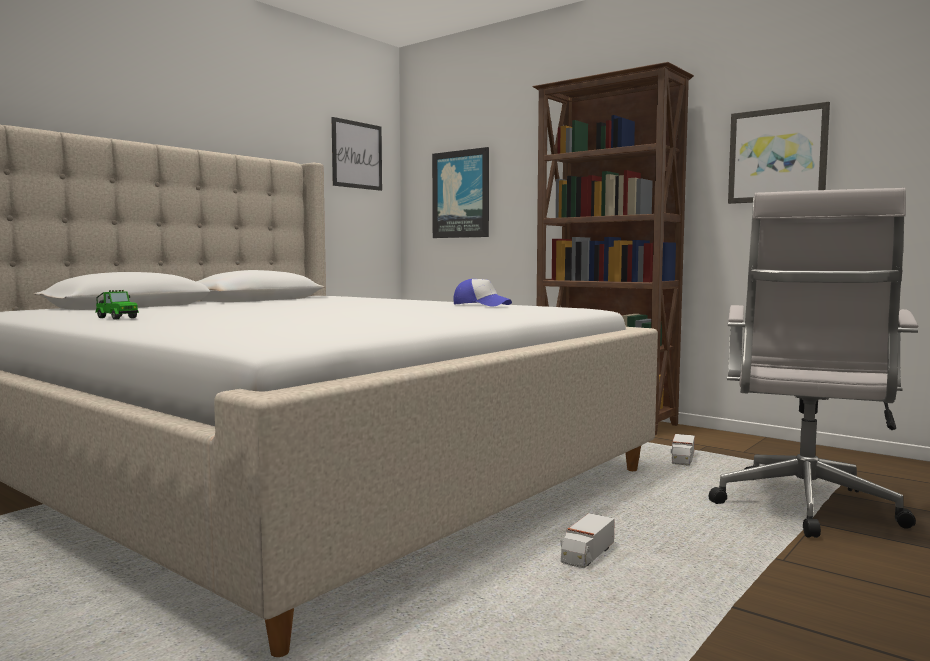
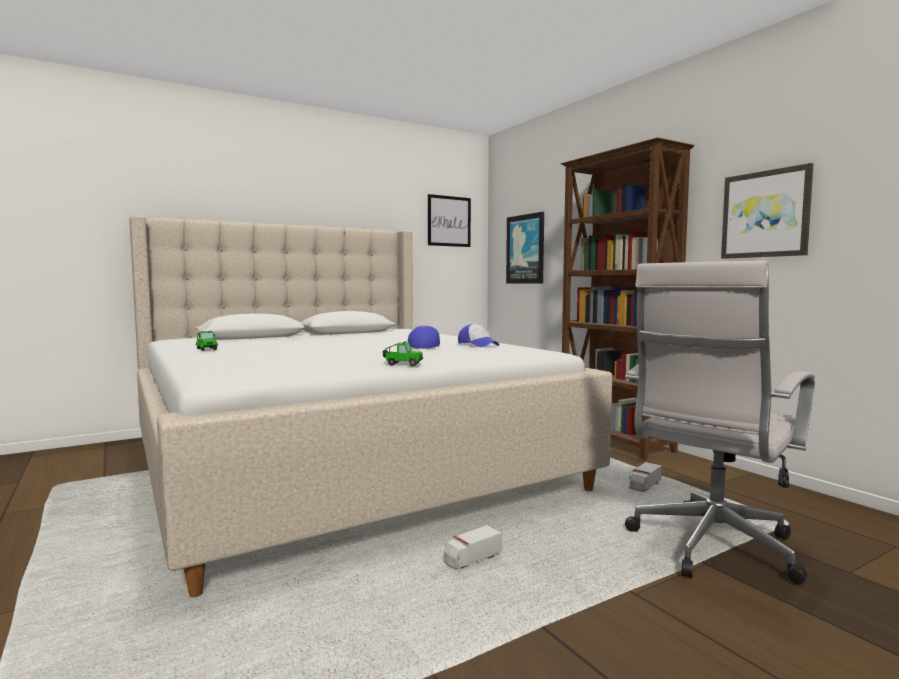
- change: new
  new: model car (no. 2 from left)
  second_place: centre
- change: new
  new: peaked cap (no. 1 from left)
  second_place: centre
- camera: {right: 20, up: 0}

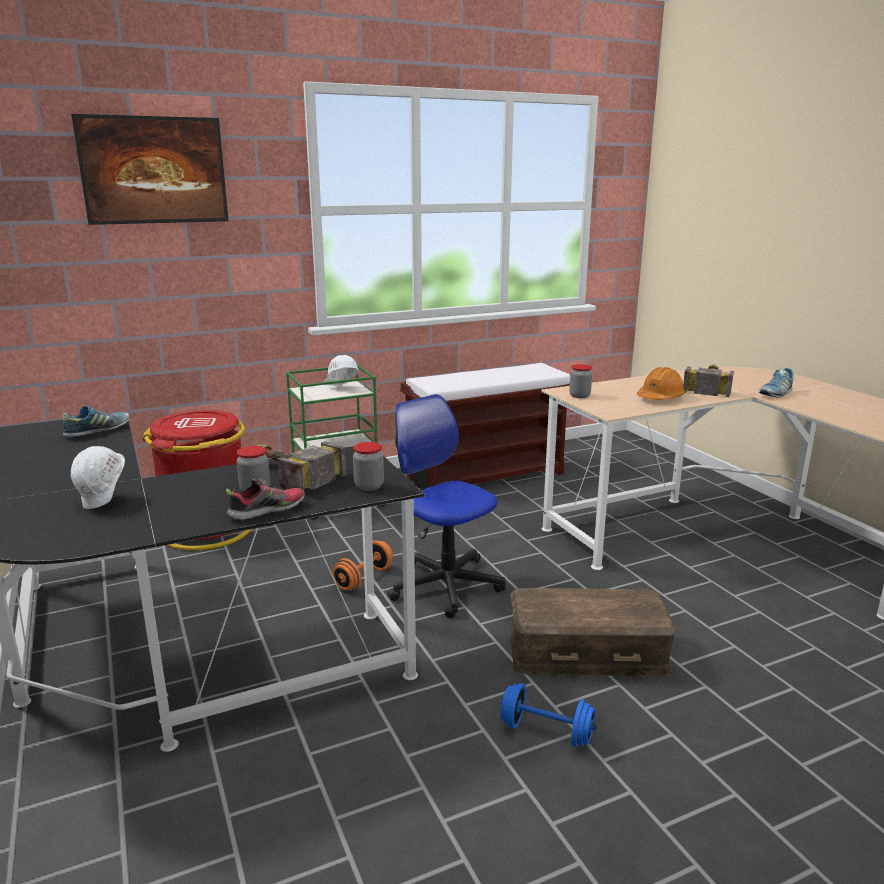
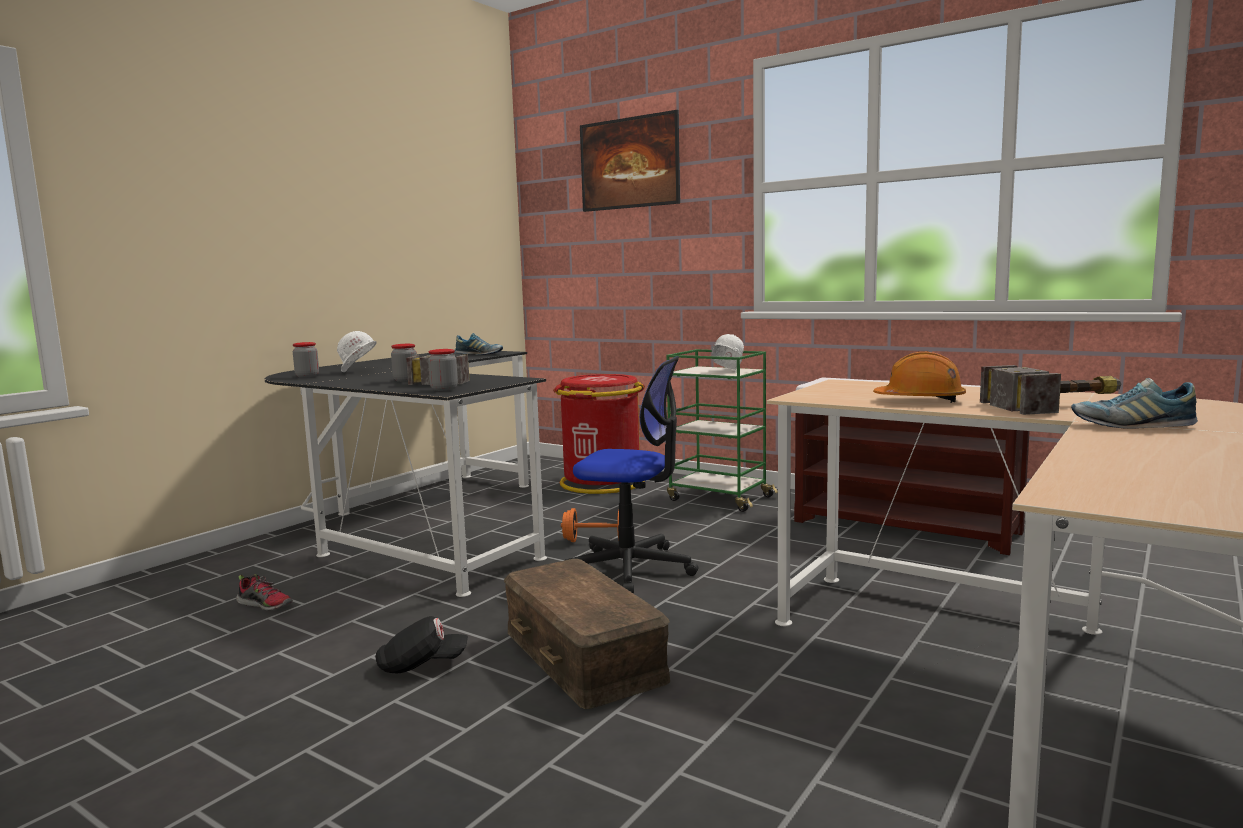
- change: shifted
  old: item of footwear (no. 2 from left in the first image)
  new: item of footwear (no. 1 from left)
  first_place: middle left
  second_place: bottom left
- change: shifted
  old: jar (no. 3 from left in the first image)
  new: jar (no. 1 from left)
  first_place: centre
  second_place: middle left
- change: swapped
  old: blue-coloured hand weight
  new: blackish peaked cap
  first_place: bottom centre
  second_place: bottom centre
- change: rotated
  old: computer chair
  first_place: centre
  second_place: centre
  degrees: 90
- camera: {right: 60, up: -10}

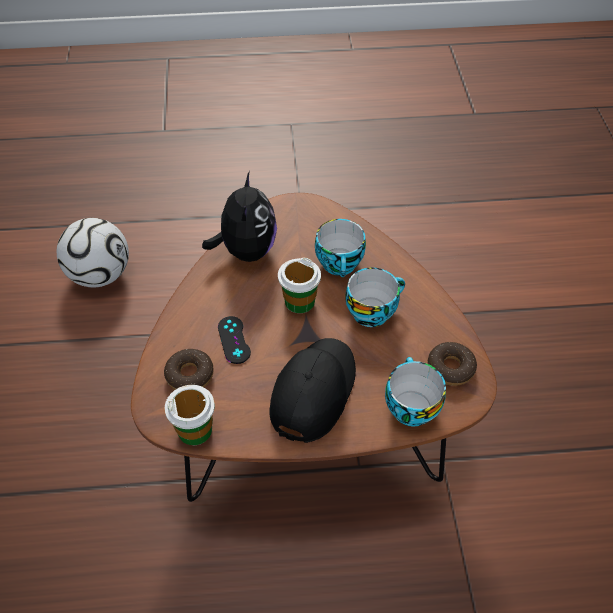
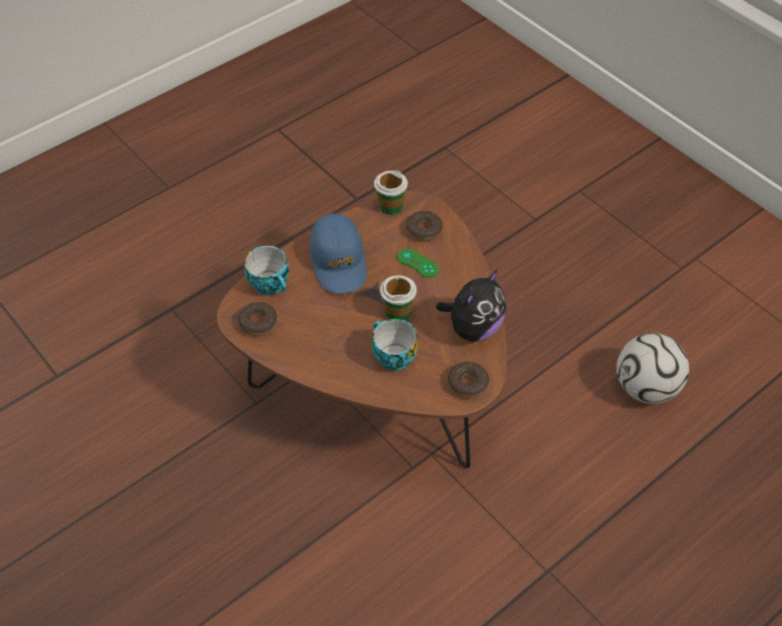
- change: repainted
  old: blackish peaked cap
  new: blue-coloured peaked cap
  first_place: centre
  second_place: centre
- change: repainted
  old: blackish gamepad
  new: green gamepad
  first_place: centre
  second_place: centre
- change: rotated
  old: soft toy
  first_place: centre
  second_place: centre
  degrees: -105
- change: new
  new: ring doughnut (no. 3 from left)
  second_place: centre
- change: gone
  old: small cup (no. 4 from left)
  first_place: centre
- camera: {right: 145, up: 0}

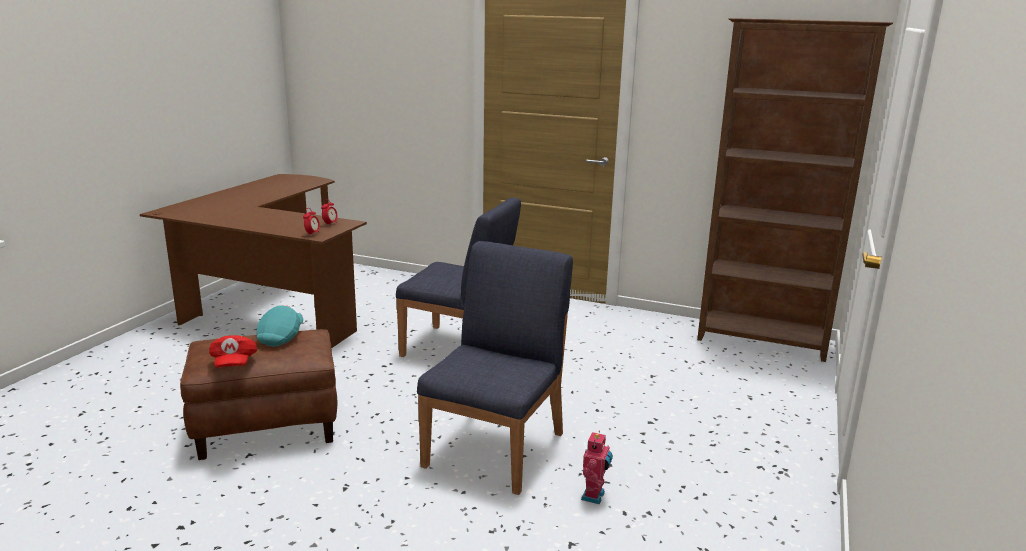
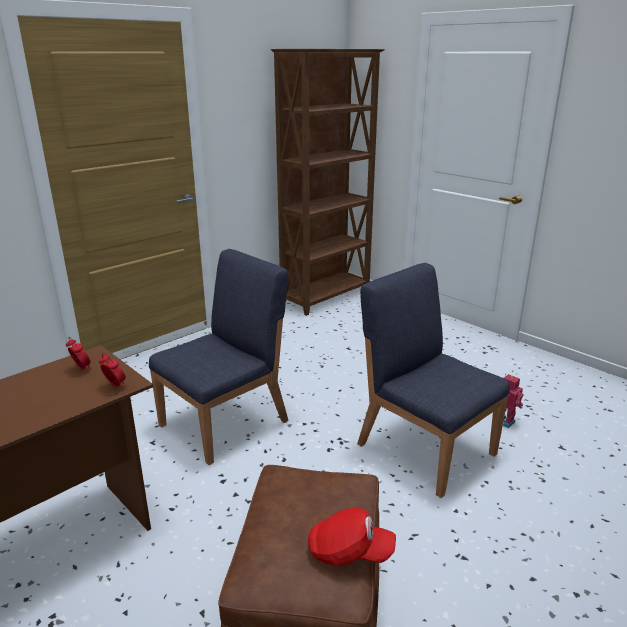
- change: gone
  old: blue-green peaked cap
  first_place: middle left
- camera: {right: -65, up: 5}

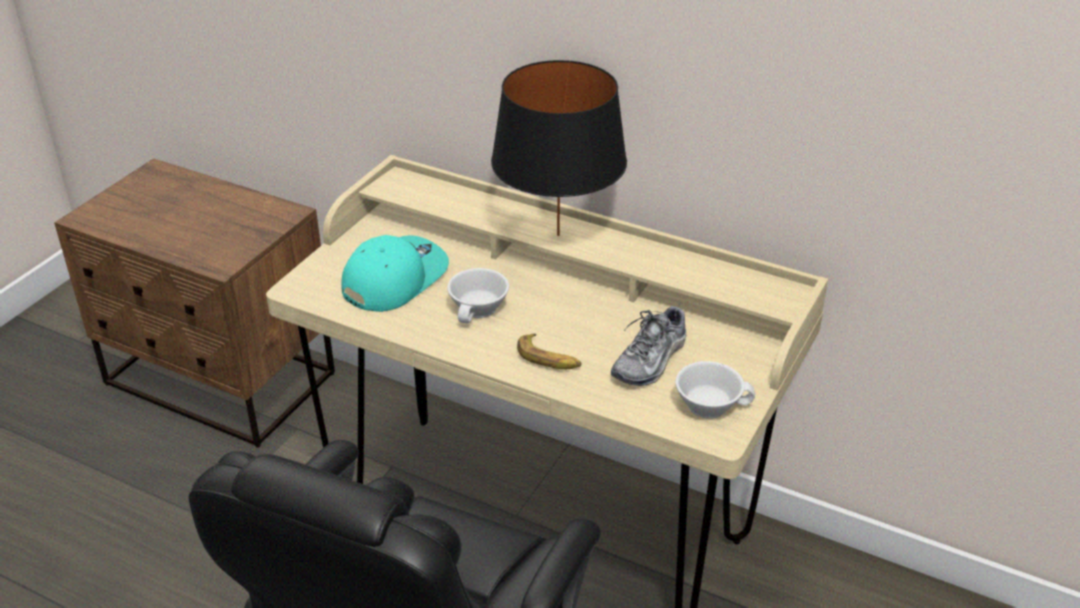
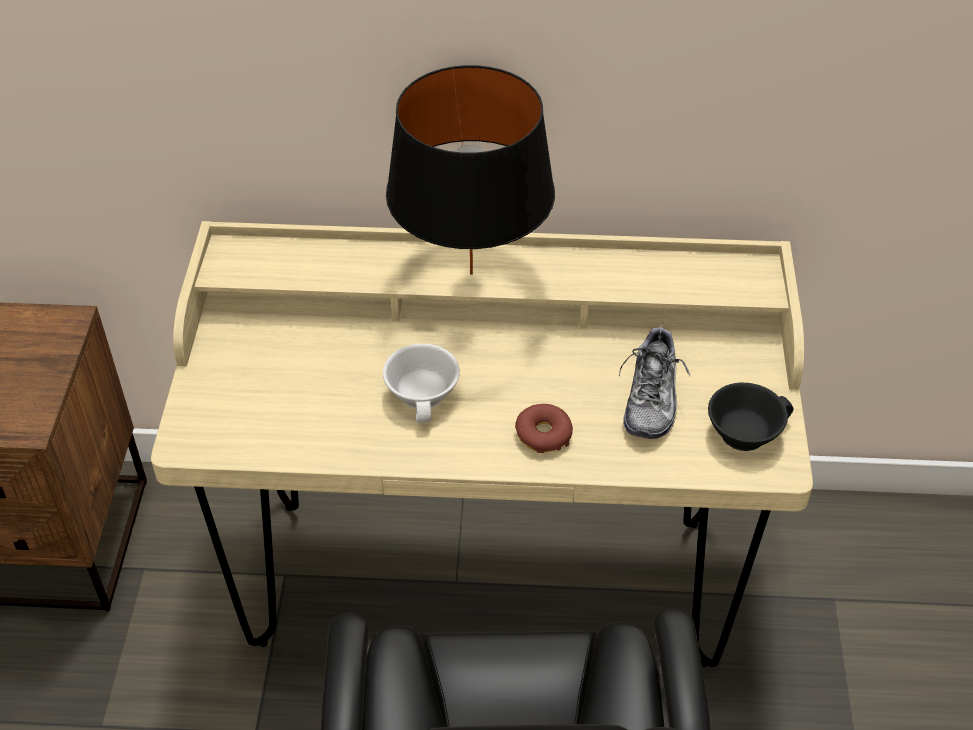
- change: swapped
  old: whole banana
  new: ring doughnut
  first_place: centre
  second_place: centre
- change: repainted
  old: white small cup (no. 2 from left)
  new: blackish small cup
  first_place: centre
  second_place: middle right
- change: gone
  old: blue-green peaked cap
  first_place: centre
- camera: {right: -25, up: 10}

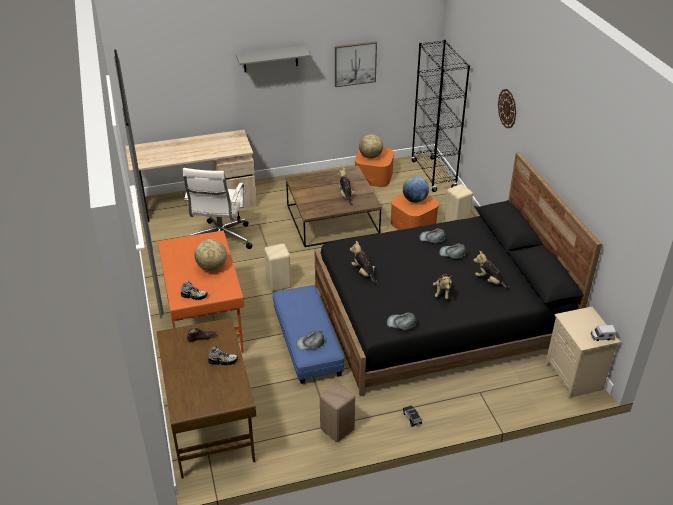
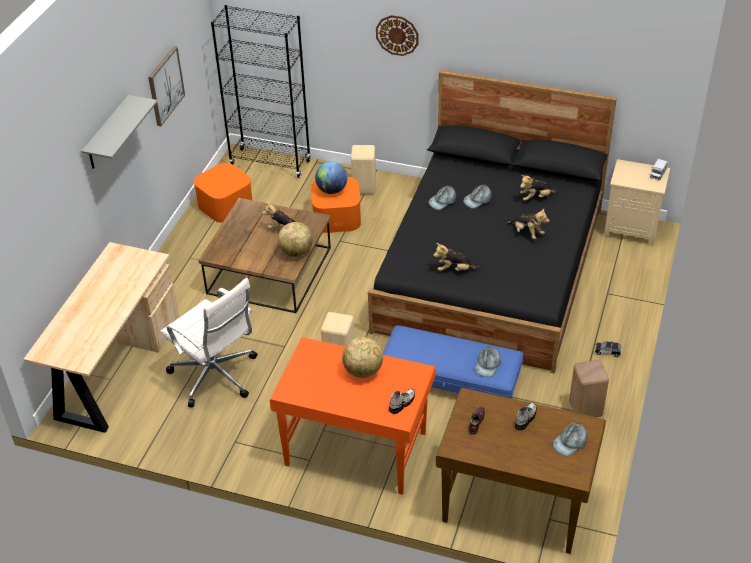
- change: shifted
  old: desk globe (no. 2 from left in the first image)
  new: desk globe (no. 1 from left)
  first_place: top centre
  second_place: centre
- change: shifted
  old: gray peaked cap (no. 2 from left in the first image)
  new: gray peaked cap (no. 4 from left)
  first_place: centre
  second_place: bottom right
- camera: {right: -55, up: 5}

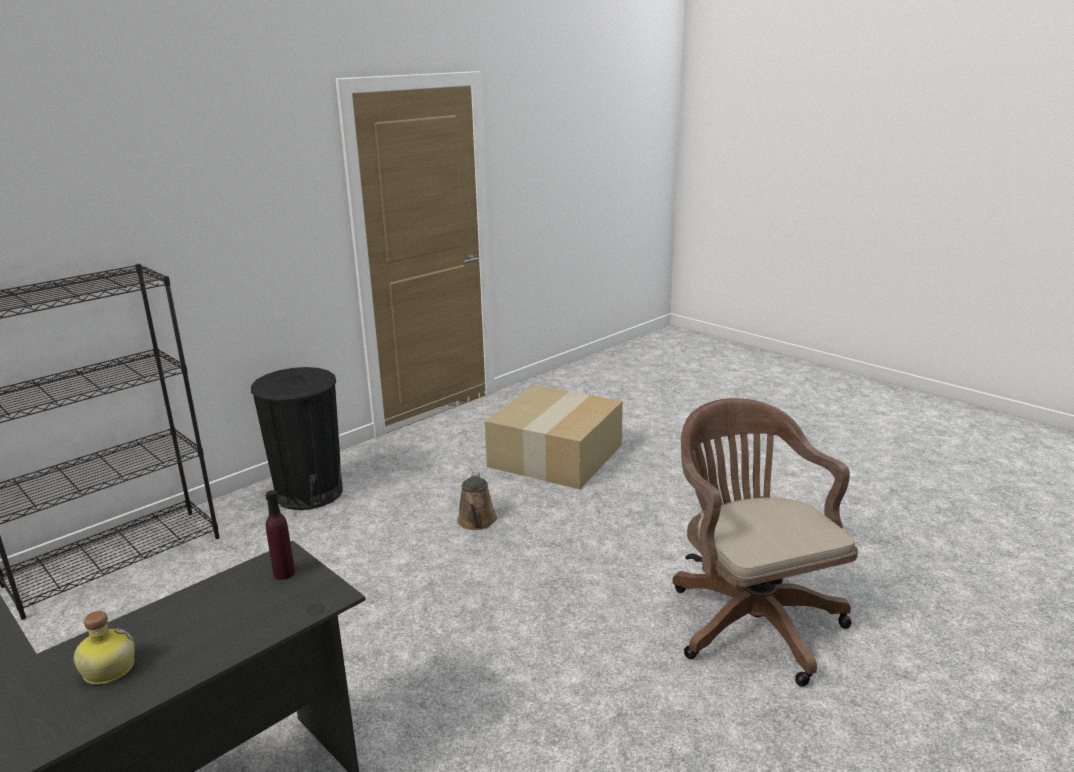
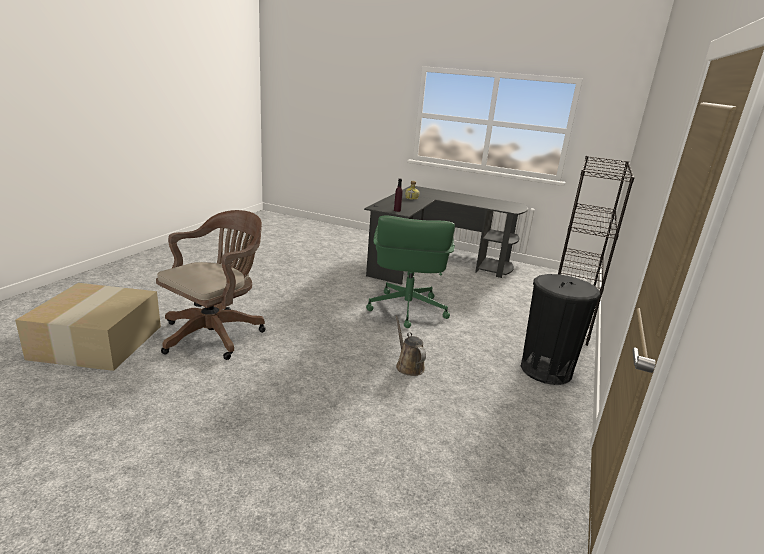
- change: shifted
  old: packing box
  first_place: centre
  second_place: middle left
- change: rotated
  old: brown computer chair
  first_place: bottom right
  second_place: middle left
  degrees: -105
- change: new
  new: green computer chair
  second_place: centre
- camera: {right: 155, up: 0}

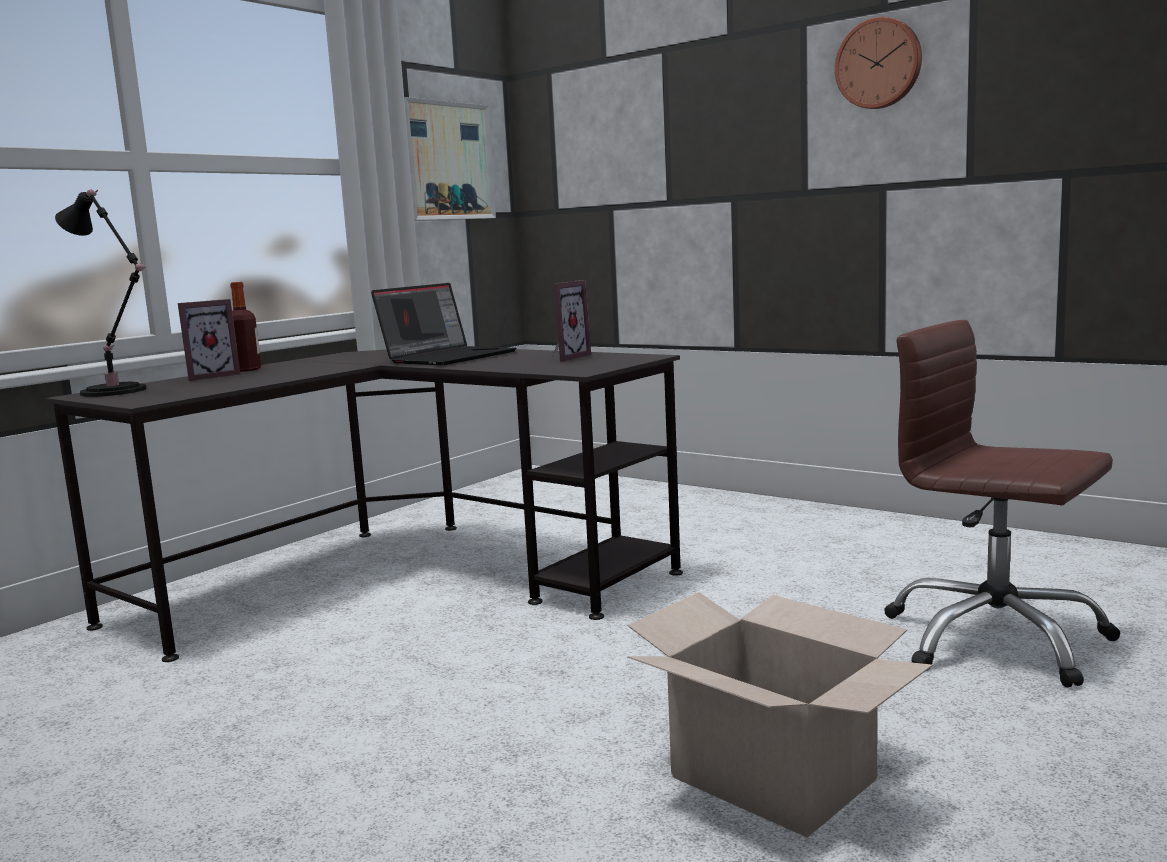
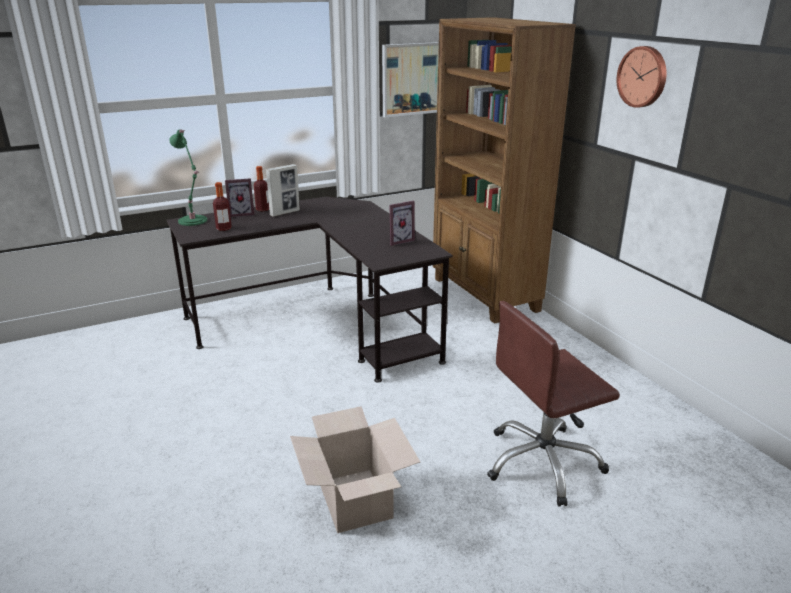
- change: repainted
  old: blackish table lamp
  new: green table lamp
  first_place: middle left
  second_place: top left
- change: new
  new: drink bottle (no. 1 from left)
  second_place: middle left
- change: new
  new: standing frame (no. 2 from left)
  second_place: top centre
- change: new
  new: brown shelving unit
  second_place: top centre
- change: rotated
  old: brown computer chair
  first_place: middle right
  second_place: bottom right
  degrees: -90
- change: gone
  old: laptop
  first_place: centre
- camera: {right: 25, up: 15}

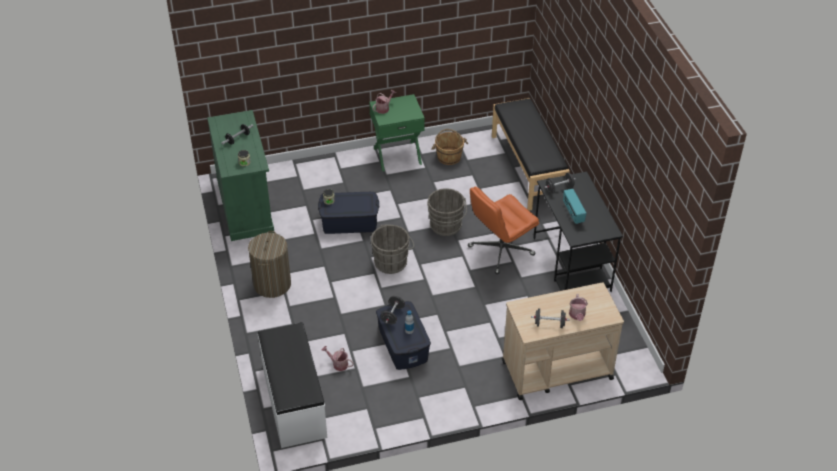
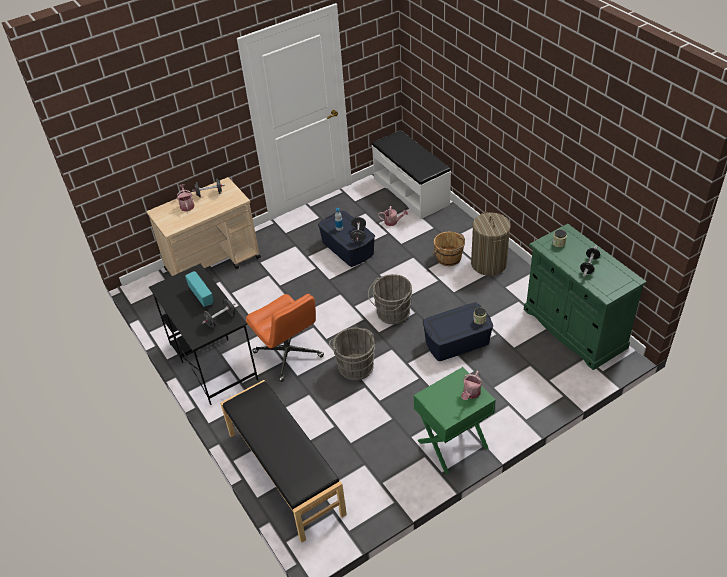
- change: rotated
  old: orange-coloured computer chair
  first_place: centre
  second_place: centre
  degrees: 105
- change: shifted
  old: brown water bucket
  first_place: top centre
  second_place: centre
- camera: {right: 165, up: 0}

